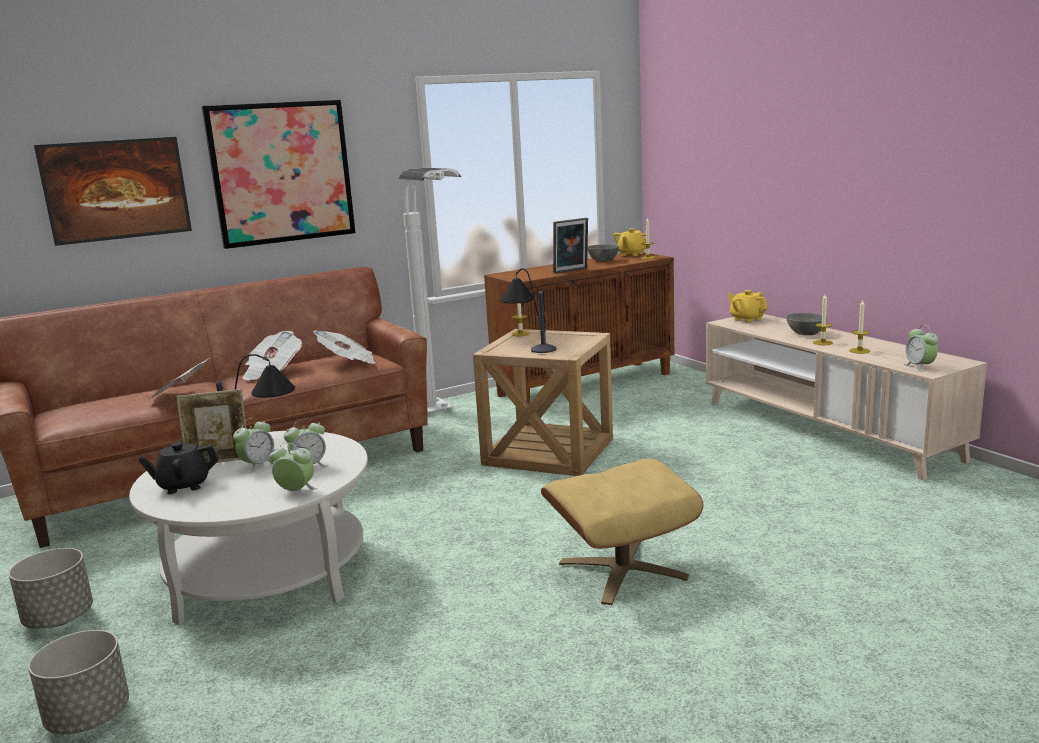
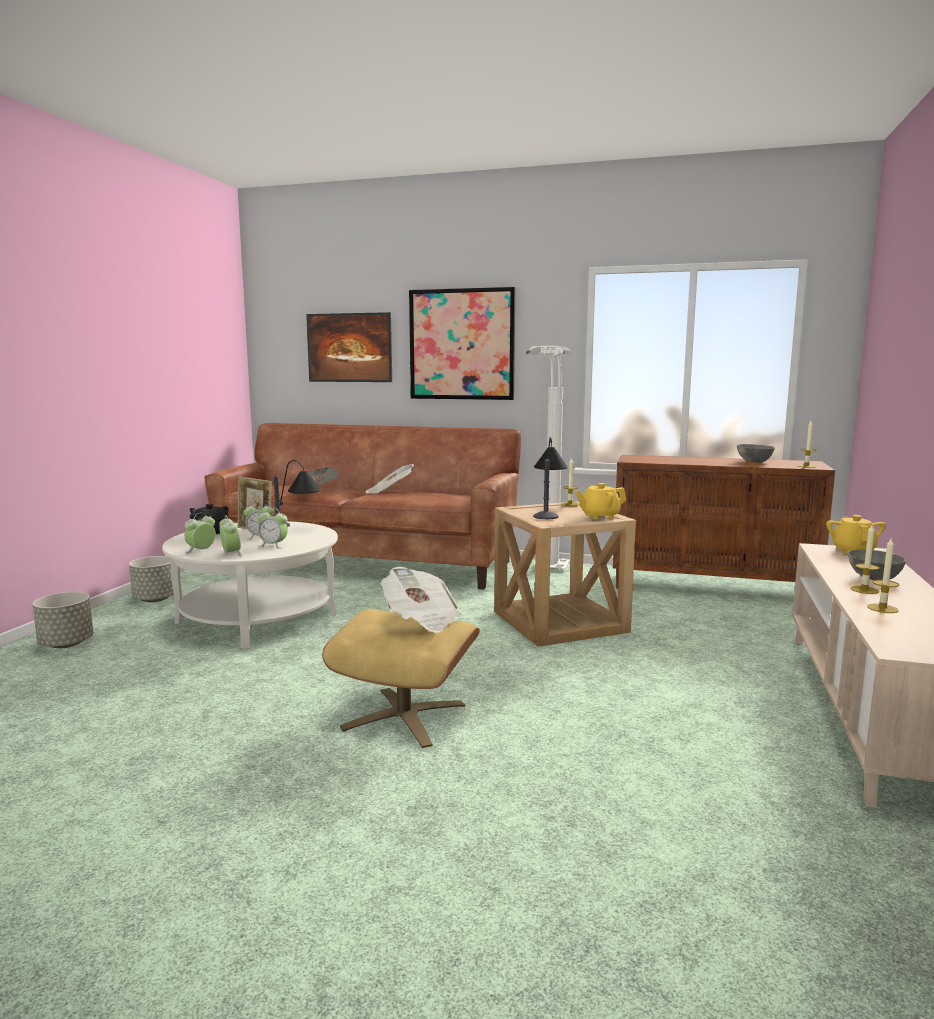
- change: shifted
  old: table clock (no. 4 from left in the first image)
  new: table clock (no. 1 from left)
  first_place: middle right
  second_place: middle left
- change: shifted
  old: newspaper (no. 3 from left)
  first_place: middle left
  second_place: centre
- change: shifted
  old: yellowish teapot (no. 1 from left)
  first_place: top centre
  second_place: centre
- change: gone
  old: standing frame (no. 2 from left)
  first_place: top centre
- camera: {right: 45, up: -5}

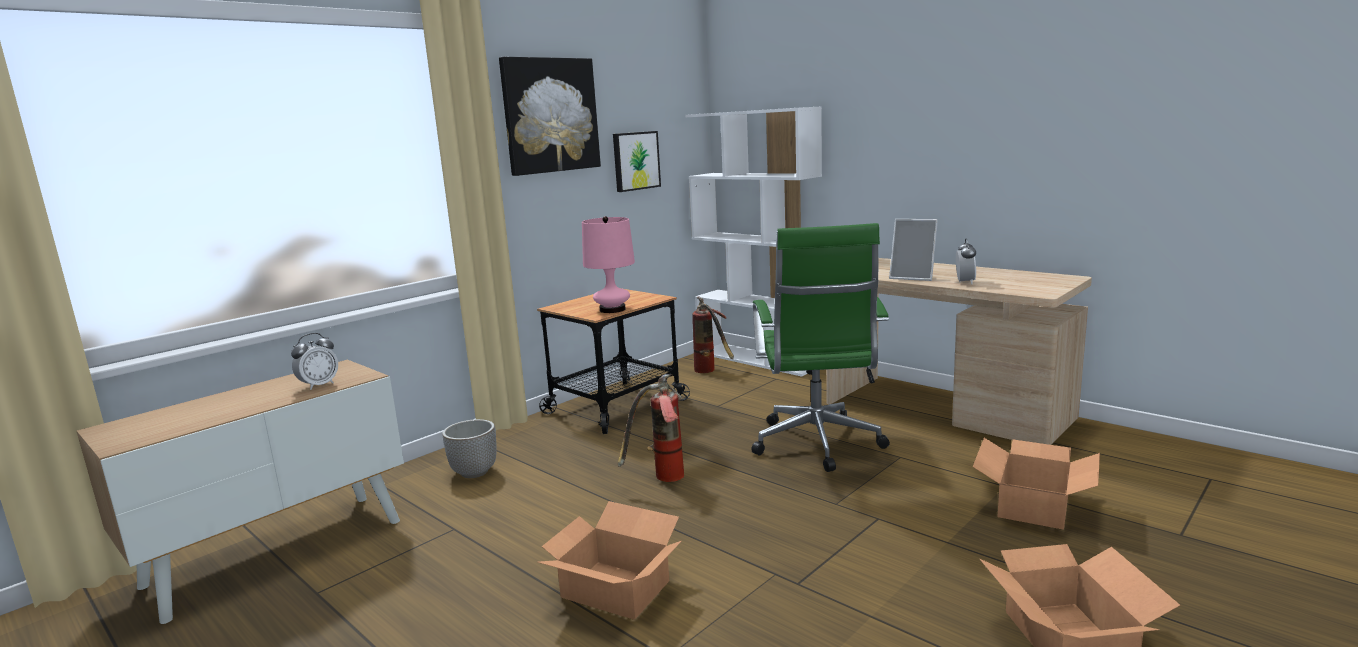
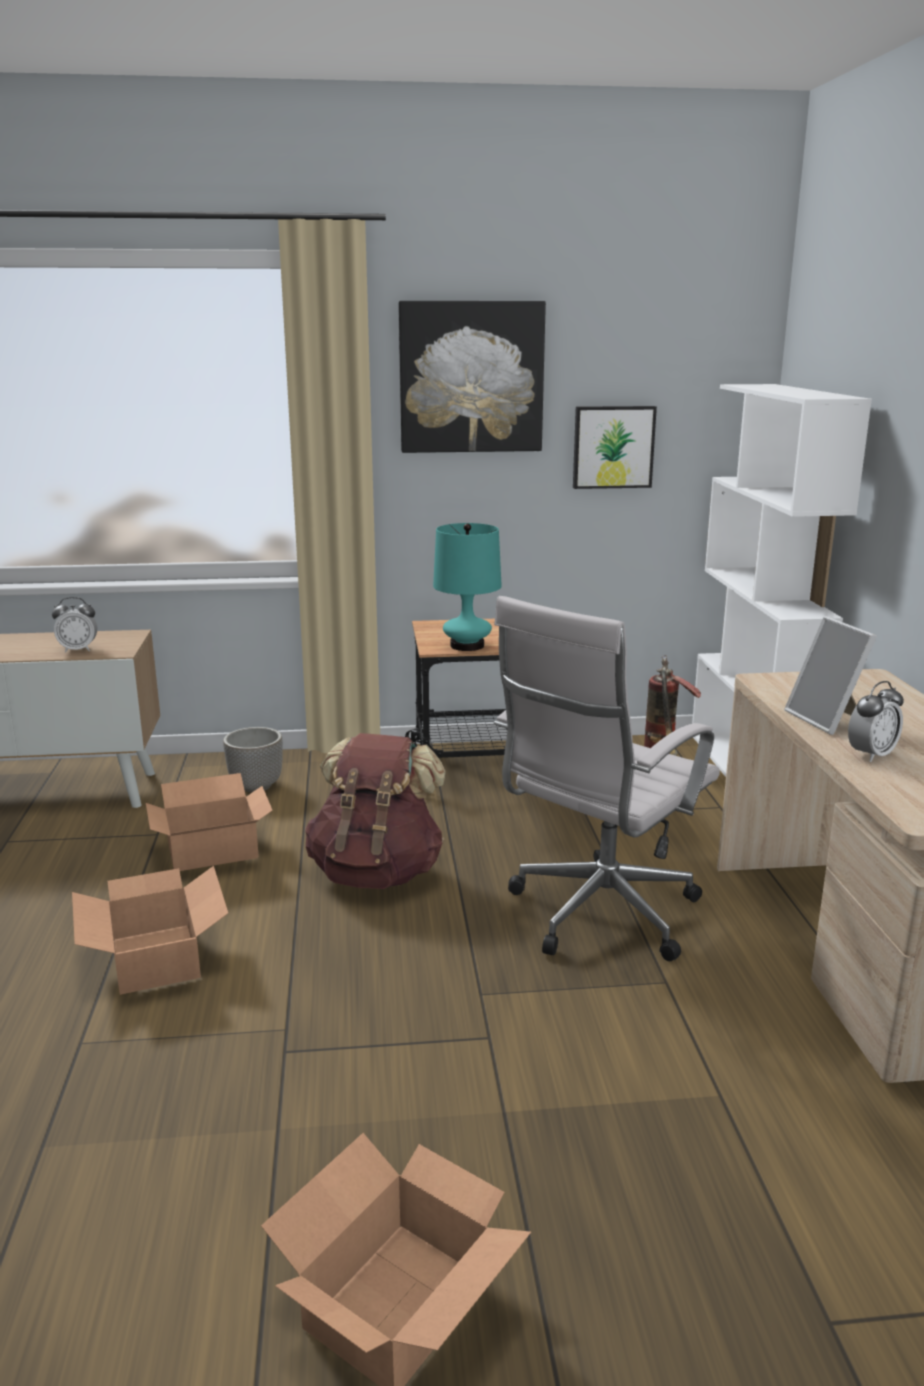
- change: shifted
  old: packing box (no. 2 from left)
  first_place: bottom right
  second_place: middle left
- change: swapped
  old: extinguisher (no. 1 from left)
  new: brown backpack
  first_place: centre
  second_place: centre
- change: repainted
  old: pink-coloured table lamp
  new: blue-green table lamp
  first_place: centre
  second_place: centre
- change: repainted
  old: green computer chair
  new: white computer chair
  first_place: centre
  second_place: centre
- camera: {right: 40, up: 5}

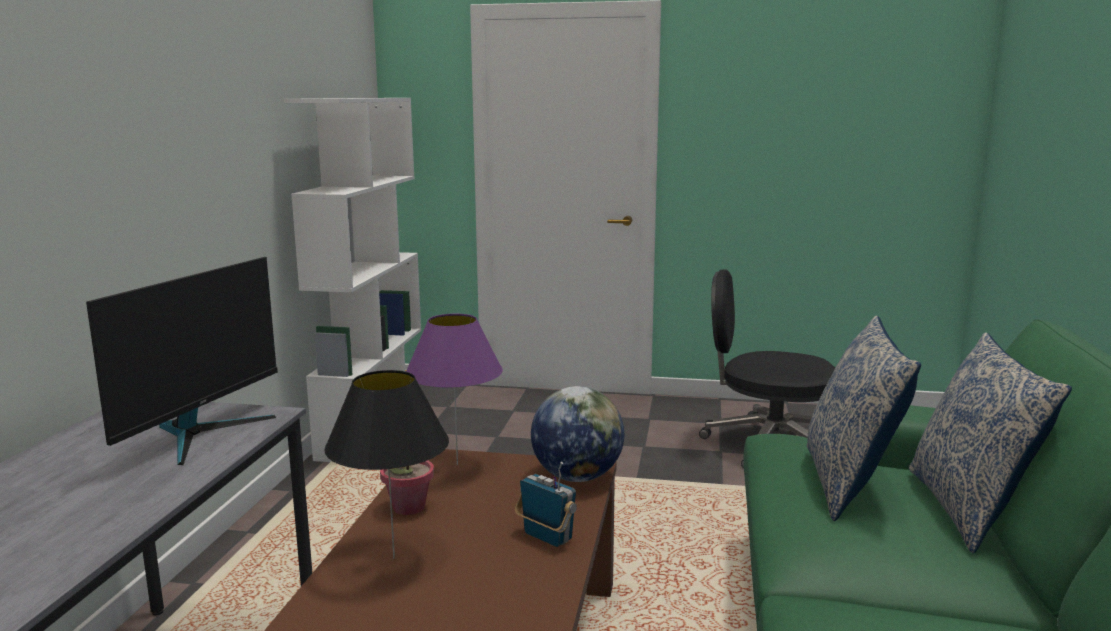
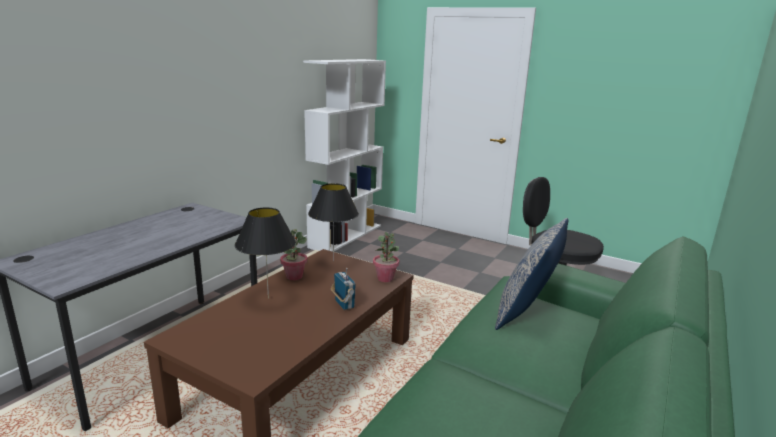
- change: repainted
  old: purplish table lamp
  new: blackish table lamp (no. 2 from left)
  first_place: centre
  second_place: centre
- change: swapped
  old: desk globe
  new: plant in a pot (no. 2 from left)
  first_place: bottom centre
  second_place: centre
- change: gone
  old: monitor
  first_place: middle left
- change: gone
  old: pillow (no. 2 from left)
  first_place: bottom right
- camera: {right: 20, up: 5}

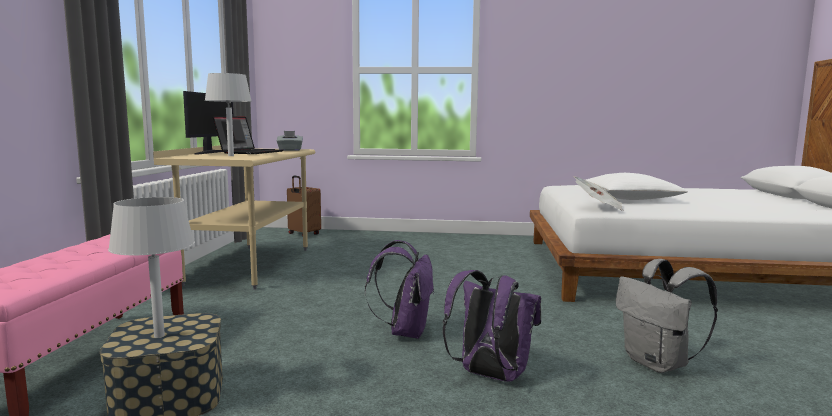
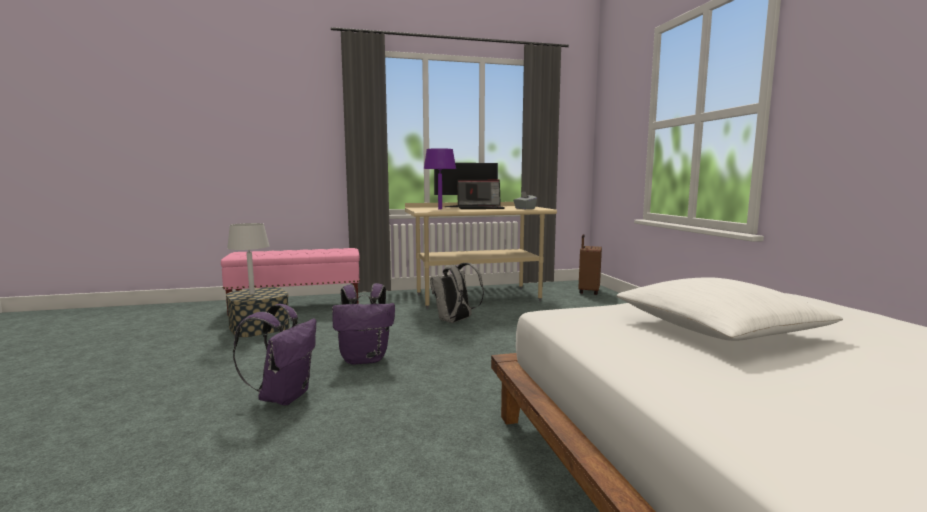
- change: repainted
  old: gray table lamp (no. 2 from left)
  new: purplish table lamp
  first_place: top left
  second_place: centre
- change: shifted
  old: gray backpack
  first_place: bottom right
  second_place: centre
- change: gone
  old: newspaper
  first_place: middle right
- camera: {right: 70, up: 0}

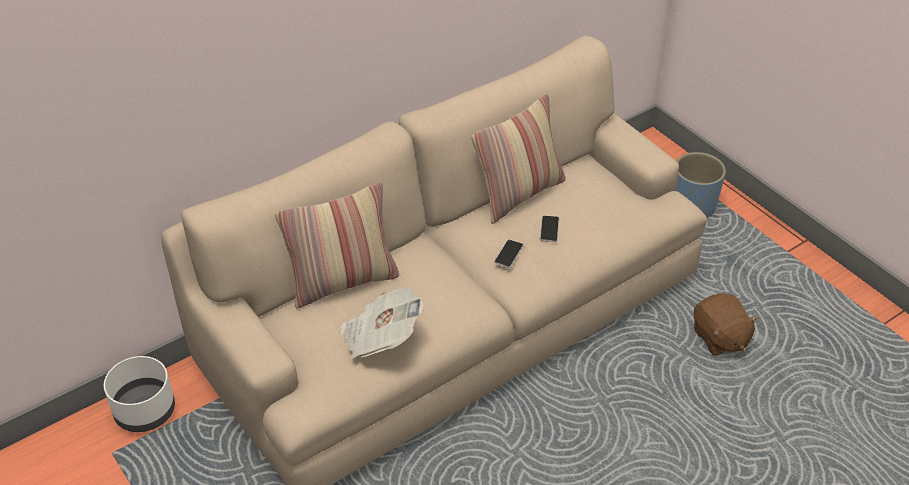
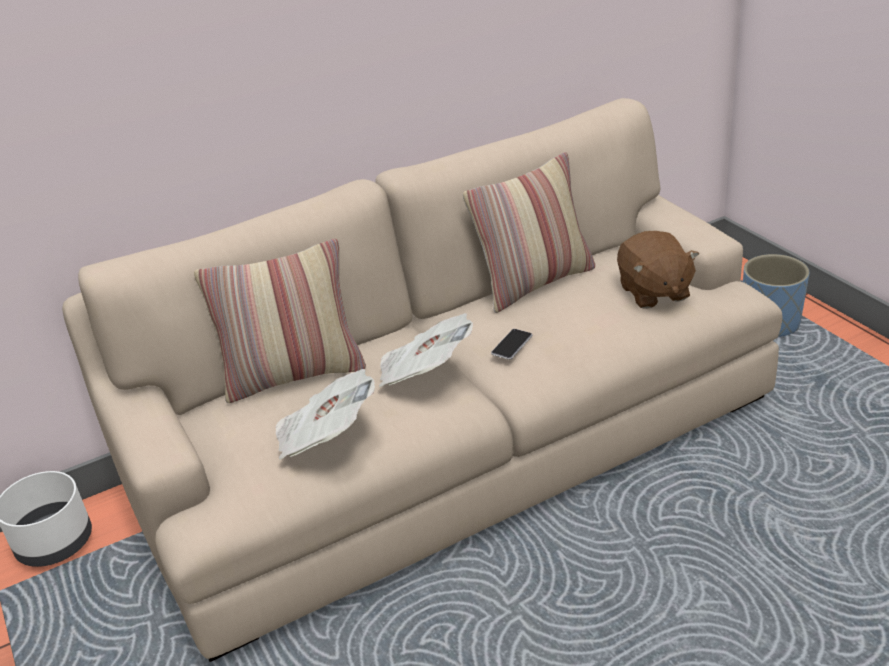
- change: new
  new: newspaper (no. 2 from left)
  second_place: centre
- change: shifted
  old: brown soft toy
  first_place: bottom right
  second_place: middle right
- change: gone
  old: handset (no. 2 from left)
  first_place: centre
- camera: {right: 10, up: -10}

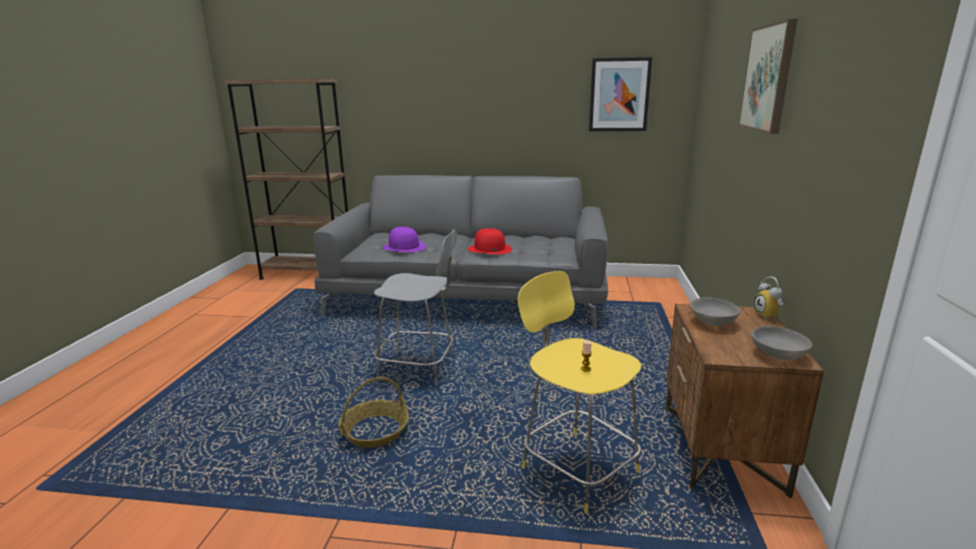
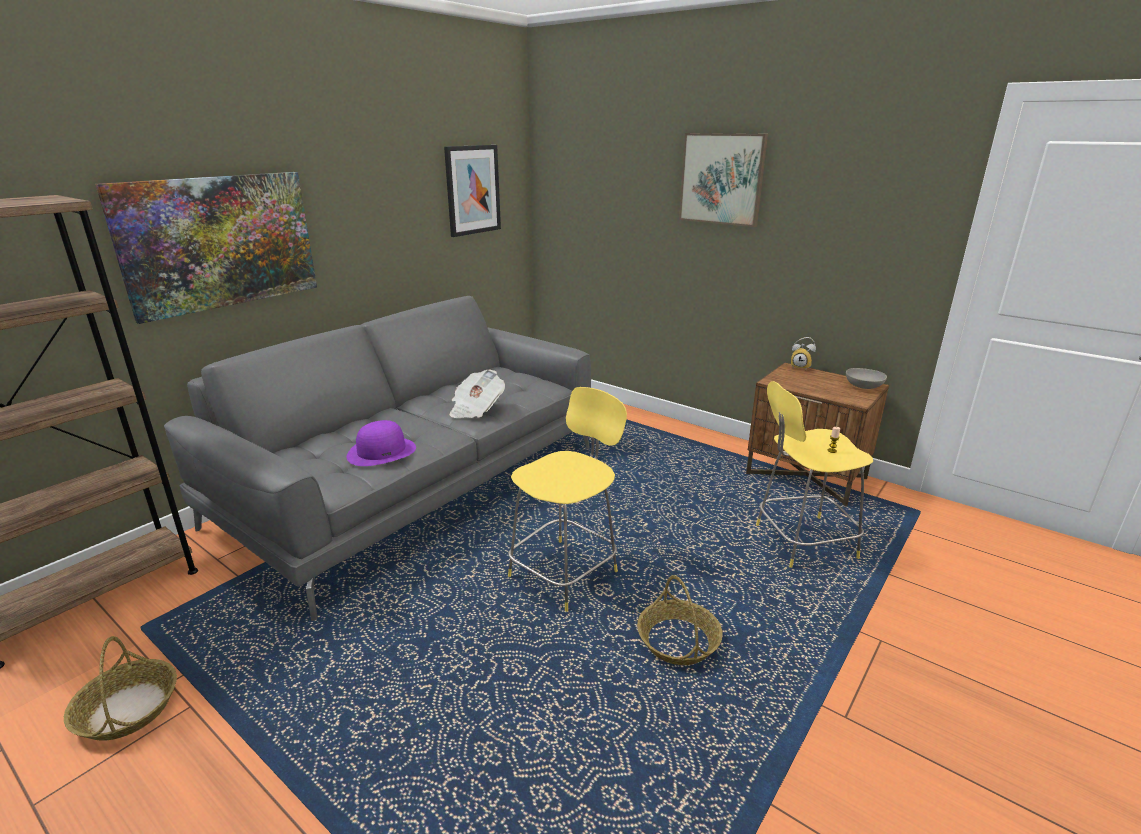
- change: new
  new: storage basket (no. 1 from left)
  second_place: bottom left
- change: new
  new: picture (no. 1 from left)
  second_place: top left
- change: swapped
  old: red-coloured wearable hat
  new: newspaper
  first_place: centre
  second_place: centre
- change: repainted
  old: gray stool seat
  new: yellowish stool seat (no. 1 from left)
  first_place: centre
  second_place: centre
- change: gone
  old: gray serving bowl (no. 1 from left)
  first_place: middle right
- camera: {right: -60, up: 5}

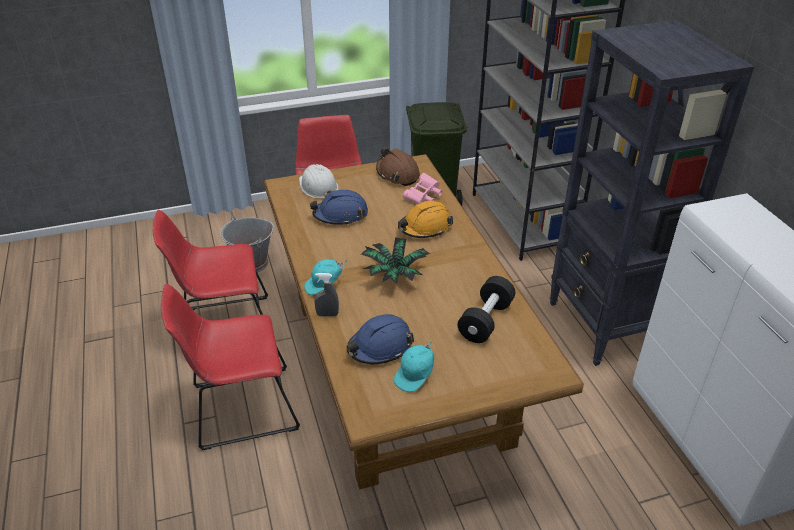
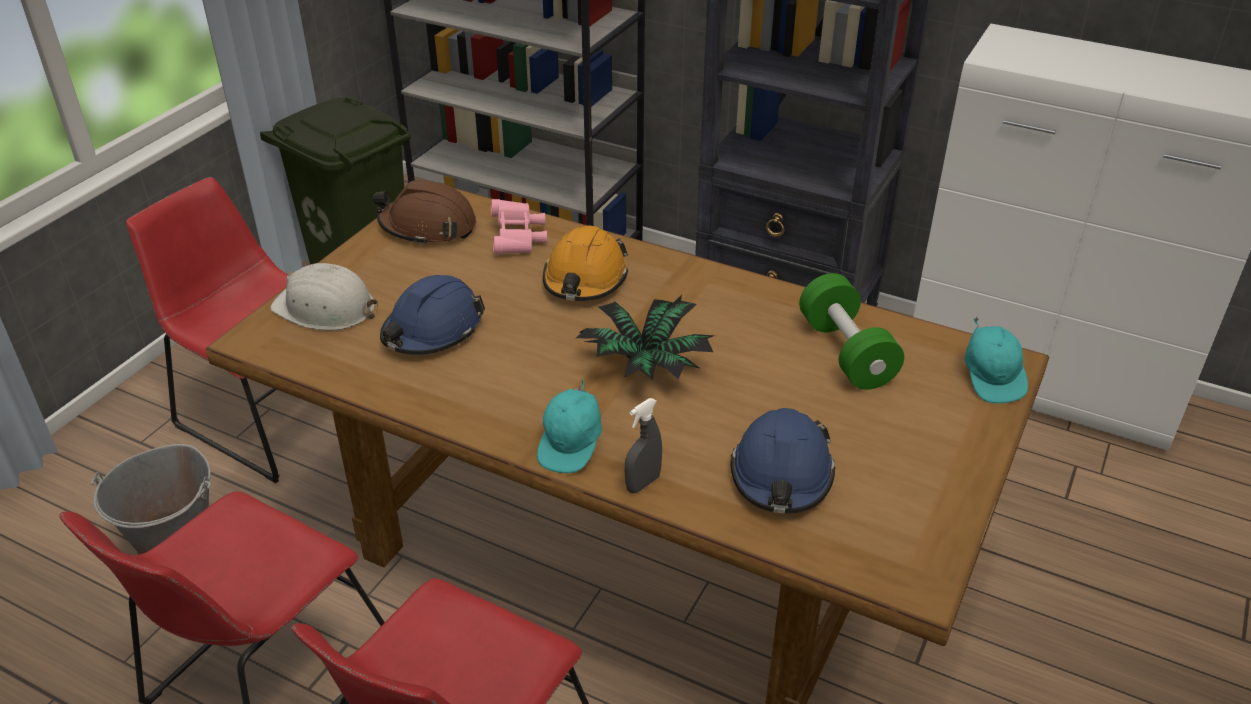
- change: repainted
  old: blackish hand weight
  new: green hand weight
  first_place: centre
  second_place: middle right
- change: shifted
  old: blue-green peaked cap (no. 2 from left)
  first_place: bottom centre
  second_place: middle right
- camera: {right: -45, up: 0}

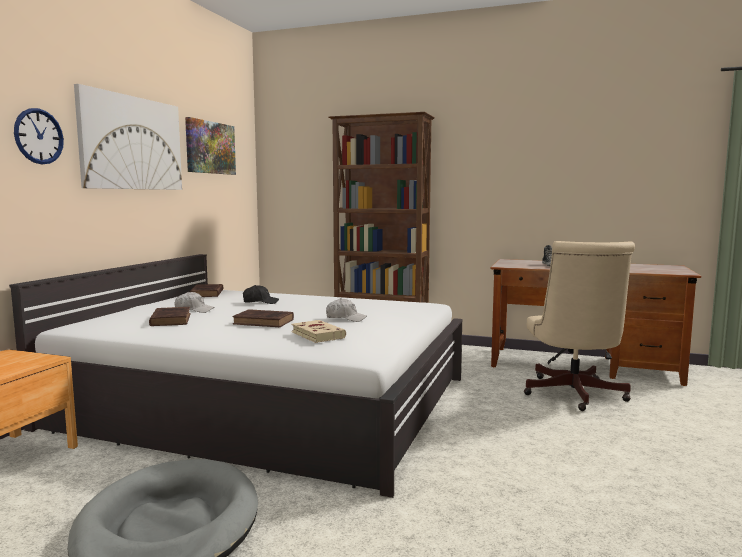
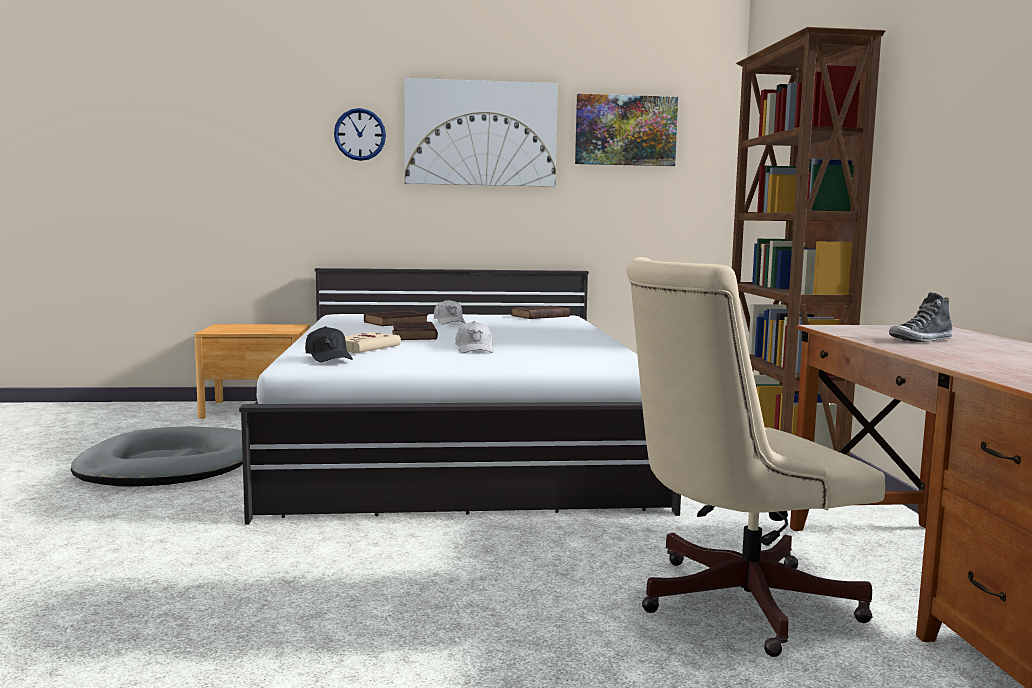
- change: shifted
  old: blackish peaked cap
  first_place: centre
  second_place: middle left
- camera: {right: 65, up: 0}

